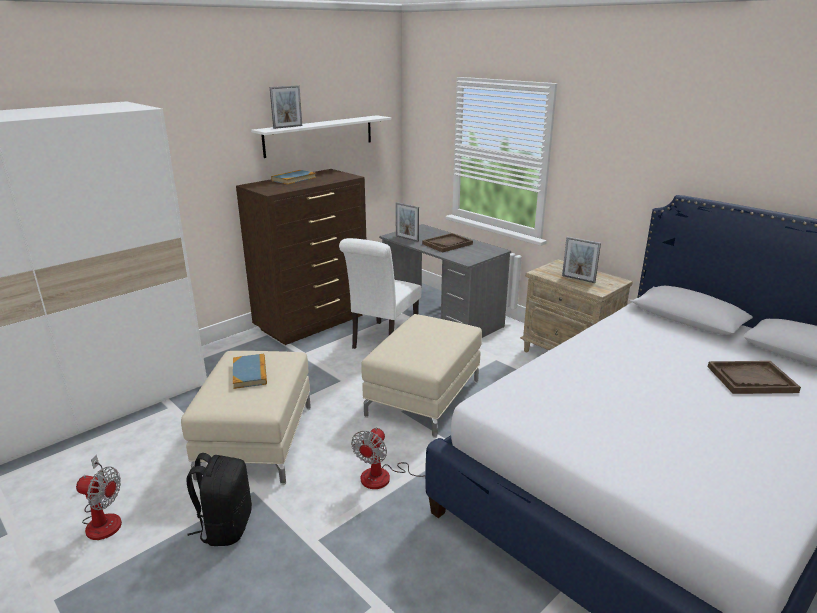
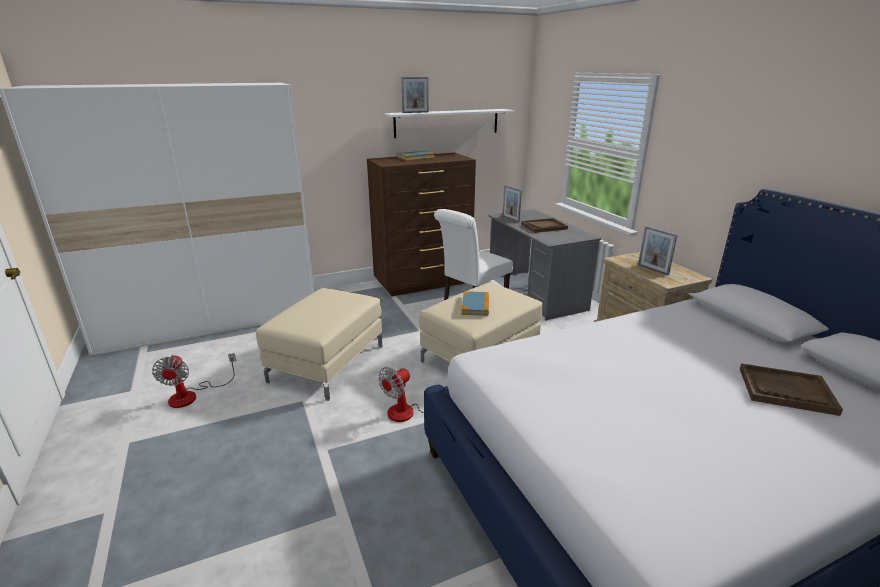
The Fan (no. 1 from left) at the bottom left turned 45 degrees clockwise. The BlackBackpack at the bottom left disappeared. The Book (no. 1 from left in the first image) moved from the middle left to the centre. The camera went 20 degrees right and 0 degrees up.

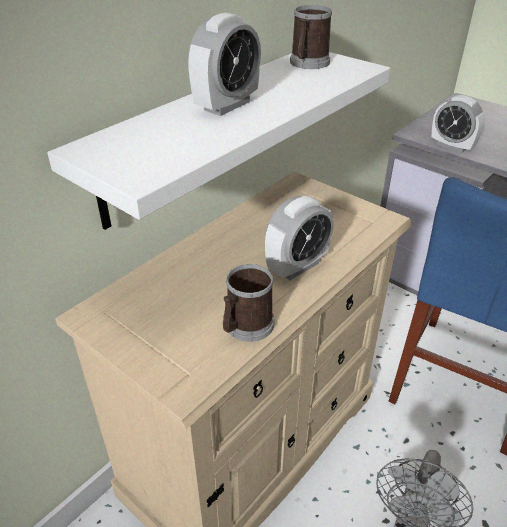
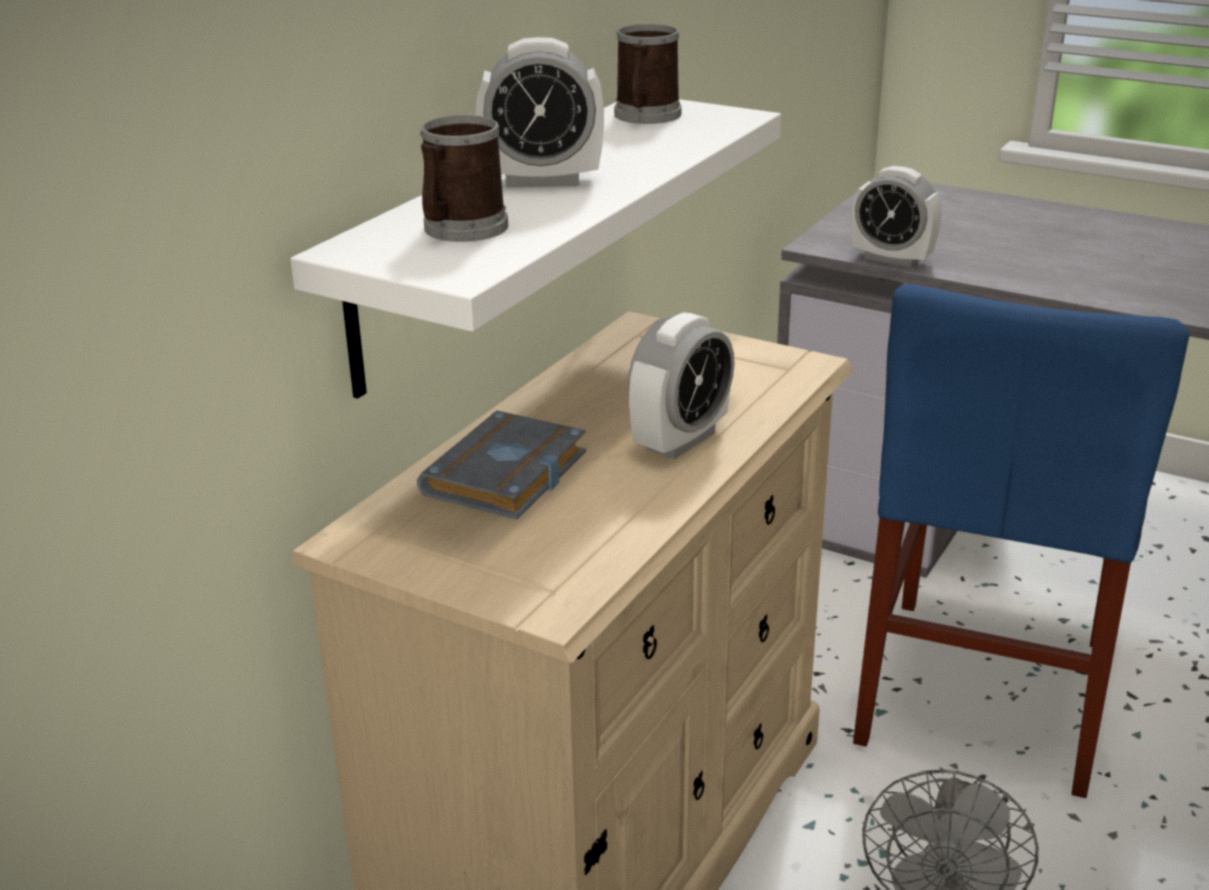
The AlarmClock (no. 1 from left) at the top centre turned 60 degrees clockwise. The Mug (no. 1 from left) moved from the centre to the top centre. The GreyBook at the centre appeared. The camera went 10 degrees left and 10 degrees down.

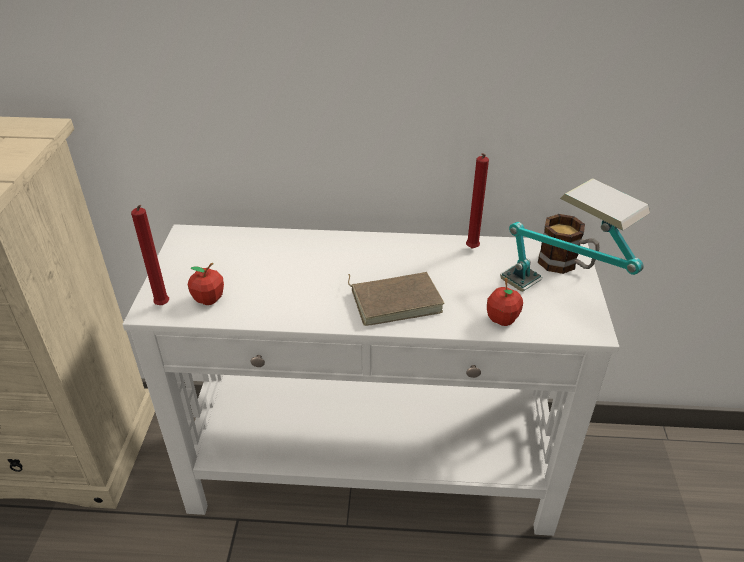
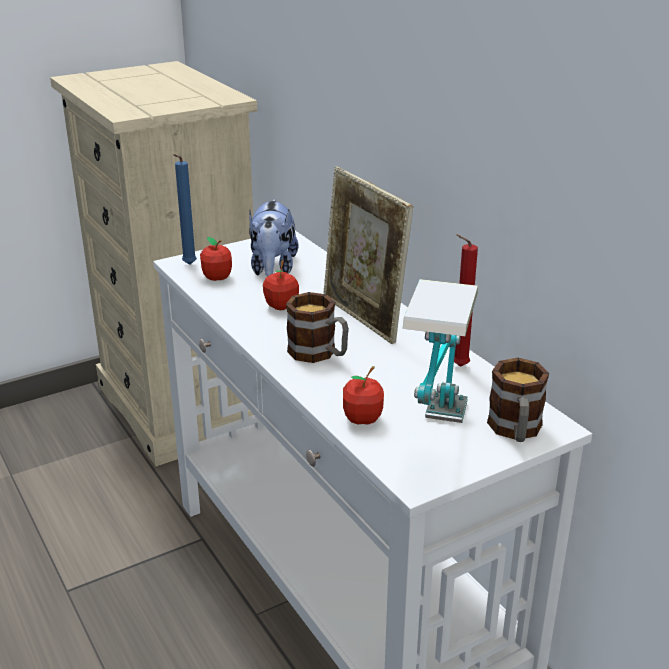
The RedCandle (no. 1 from left) at the middle left became the BlueCandle at the top left. The BrownBook at the centre was replaced by the Mug (no. 1 from left) at the centre. The PlushToy at the centre appeared. The Apple (no. 2 from left) at the centre appeared. The PictureFrame at the centre appeared. The camera went 55 degrees right and 10 degrees down.

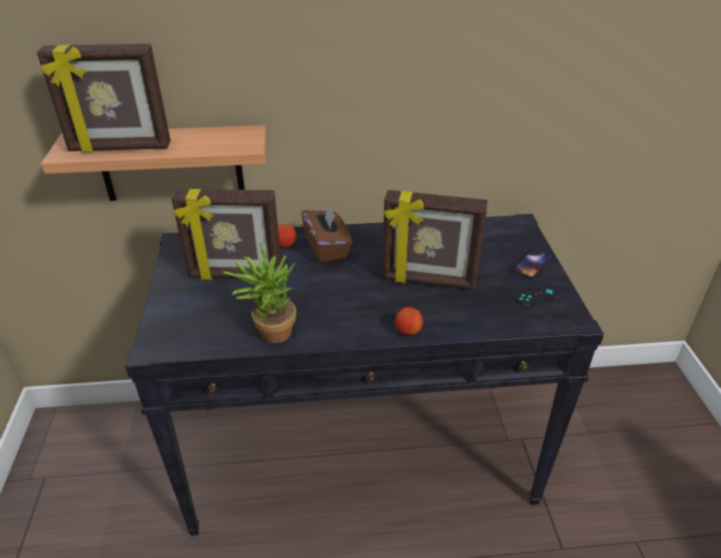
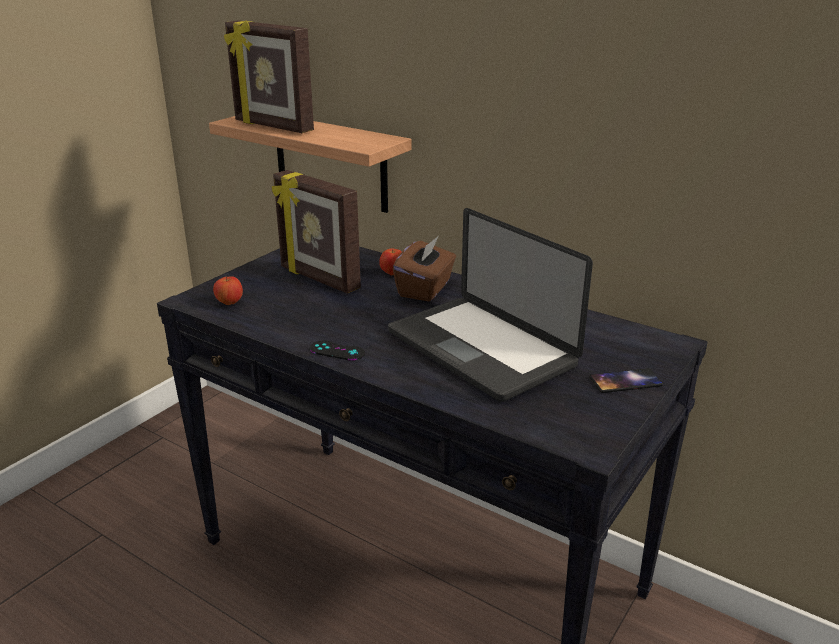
The PottedPlant at the centre disappeared. The PictureFrame (no. 3 from left) at the centre was replaced by the Laptop at the centre. The Apple (no. 2 from left in the first image) moved from the centre to the middle left. The BlackGameController moved from the middle right to the centre. The camera went 40 degrees right and 10 degrees down.

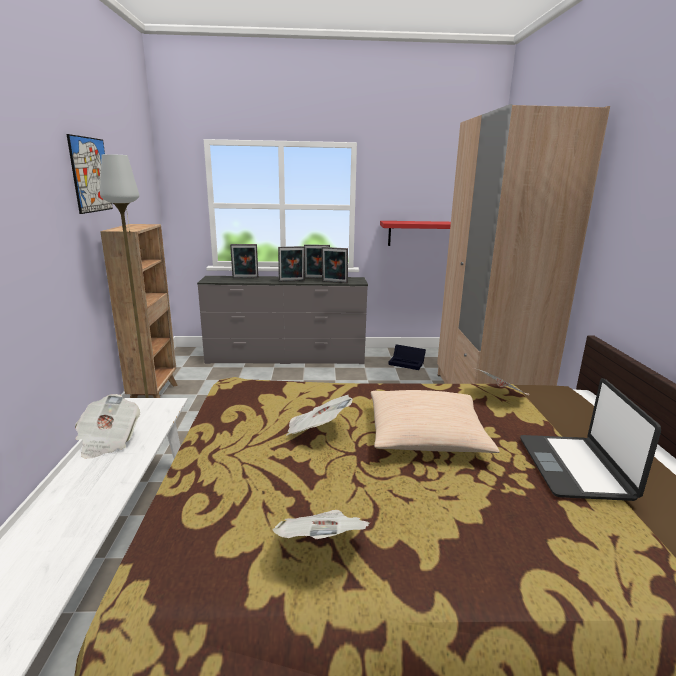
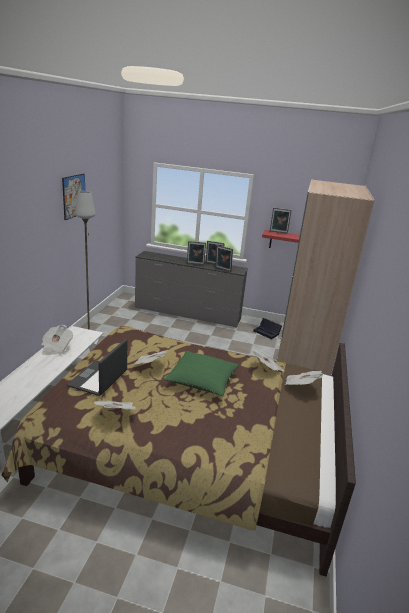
The BrownBookcase at the middle left disappeared. The PictureFrame (no. 1 from left in the first image) moved from the centre to the middle right. The BeigePillow at the centre became the GreenPillow at the centre. The Laptop moved from the middle right to the middle left. The Newspaper (no. 5 from left) at the middle right appeared. The camera went 15 degrees right and 5 degrees up.

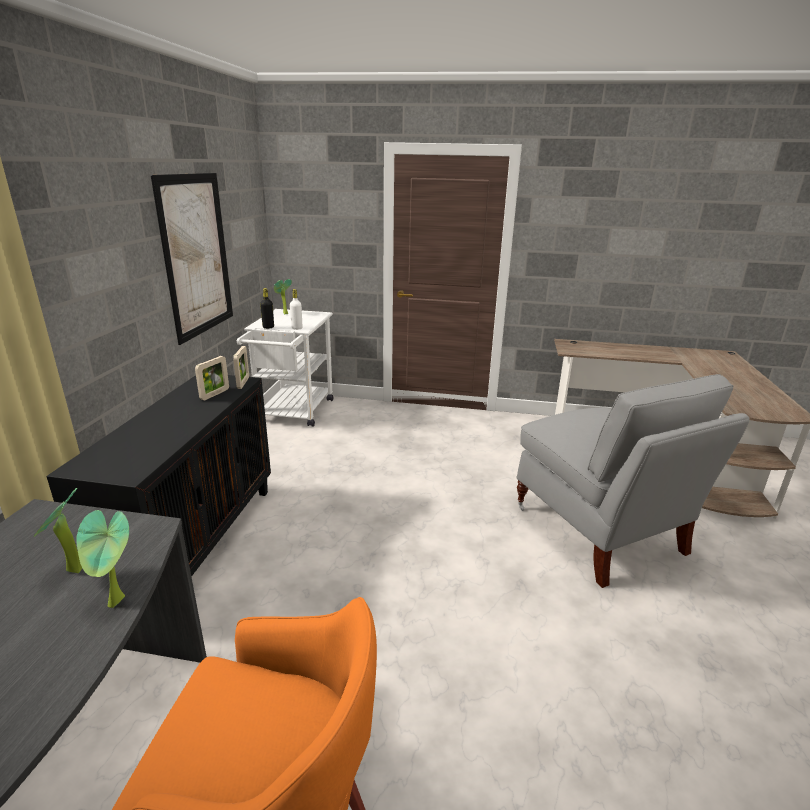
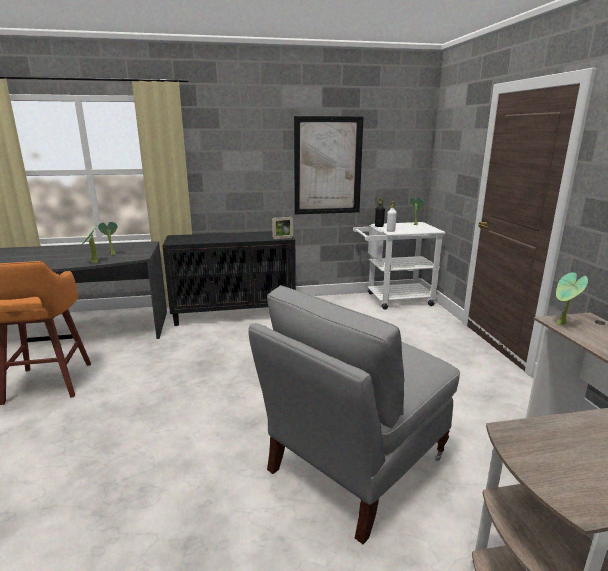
The PictureFrame (no. 1 from left) at the middle left disappeared. The PottedPlant (no. 4 from left) at the middle right appeared. The camera went 70 degrees right and 5 degrees down.

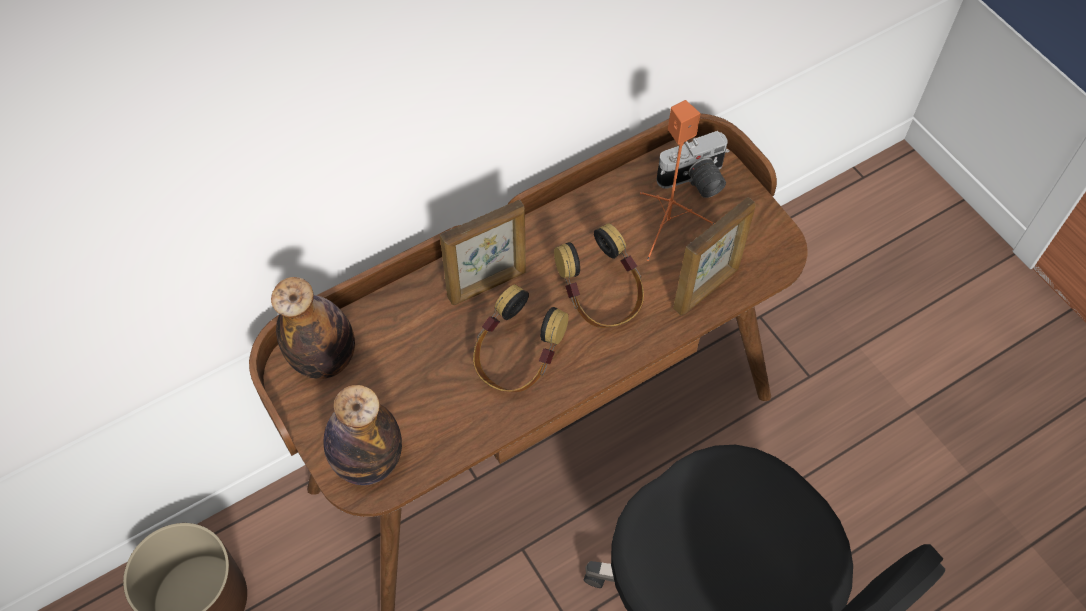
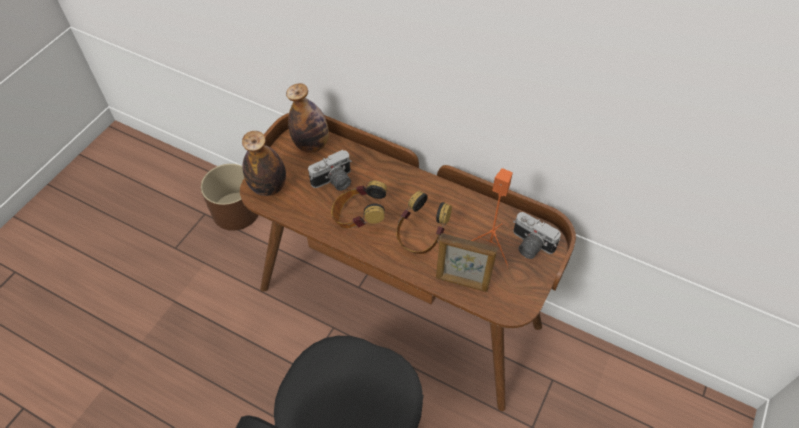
The PictureFrame (no. 1 from left) at the centre disappeared. The PhotoCamera (no. 1 from left) at the centre appeared. The camera went 60 degrees right and 5 degrees down.

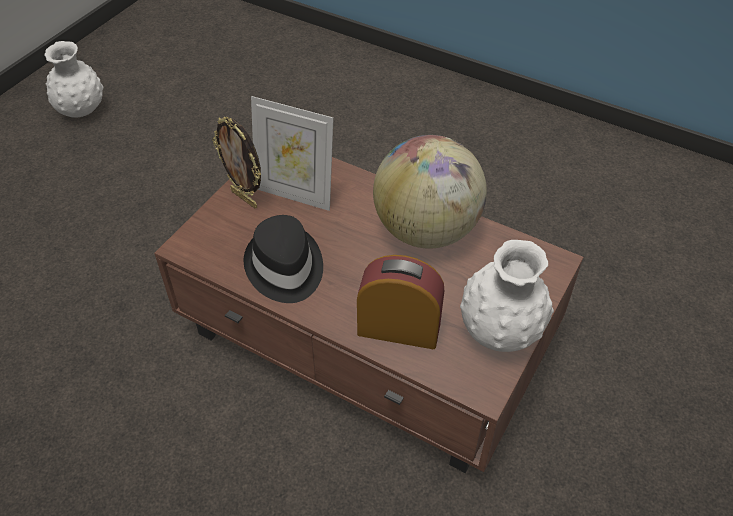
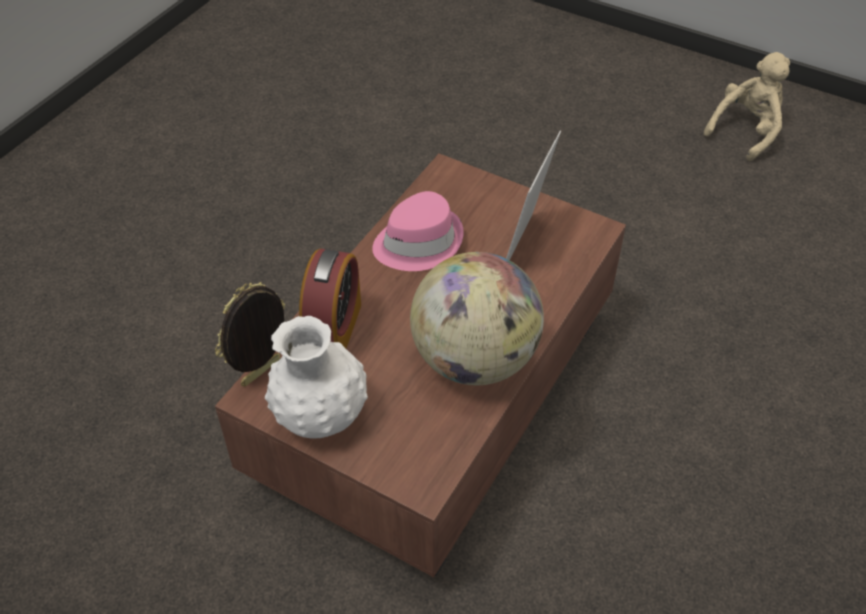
The WhiteVase (no. 1 from left) at the top left was replaced by the BeigePlushToy at the top right. The PictureFrame (no. 1 from left) moved from the top left to the middle left. The BlackHat at the centre became the PinkHat at the centre. The camera went 90 degrees right and 0 degrees up.

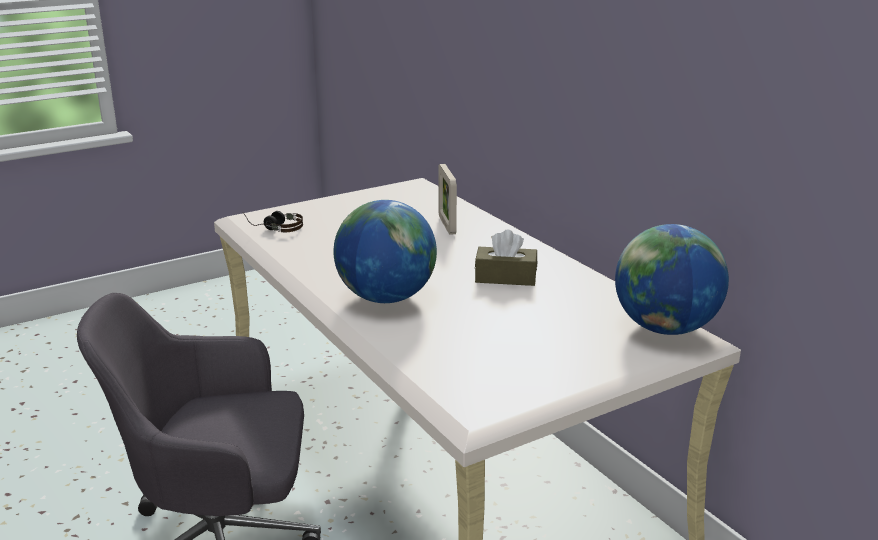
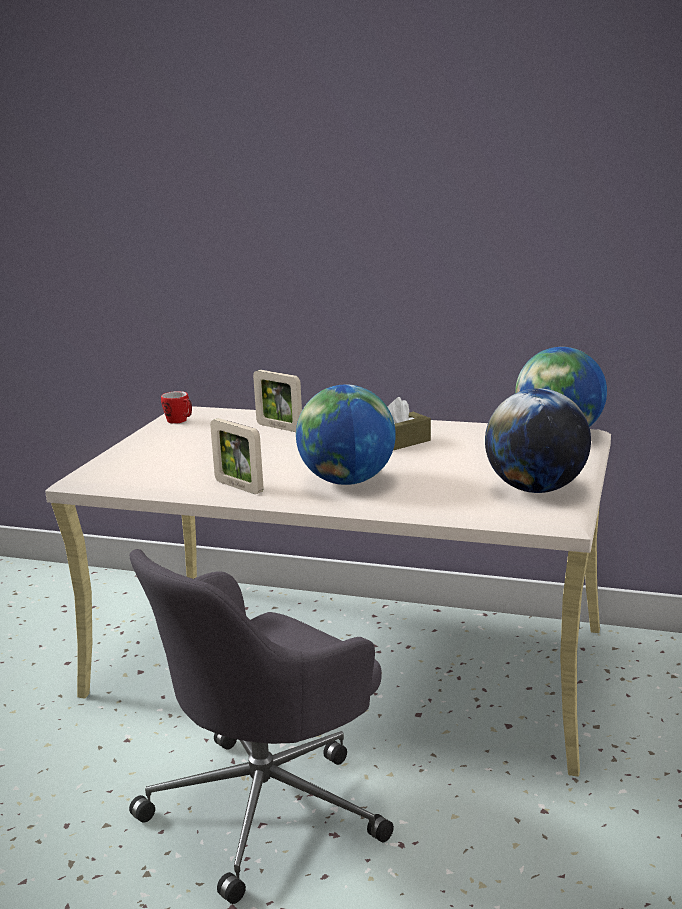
The Headphones at the middle left disappeared. The Mug at the middle left appeared. The PictureFrame (no. 1 from left) at the centre appeared. The Globe (no. 2 from left) at the middle right appeared. The camera went 40 degrees left and 5 degrees down.

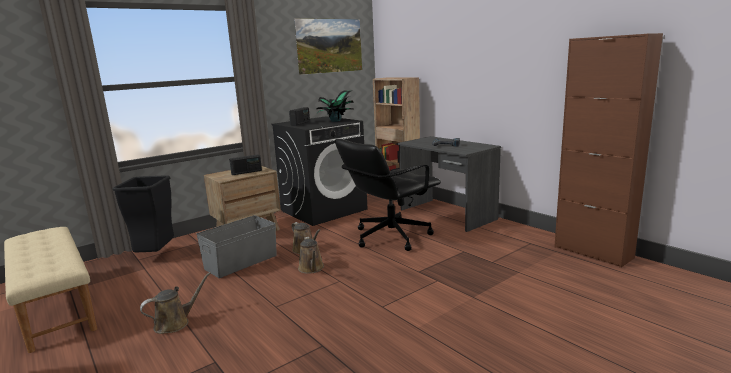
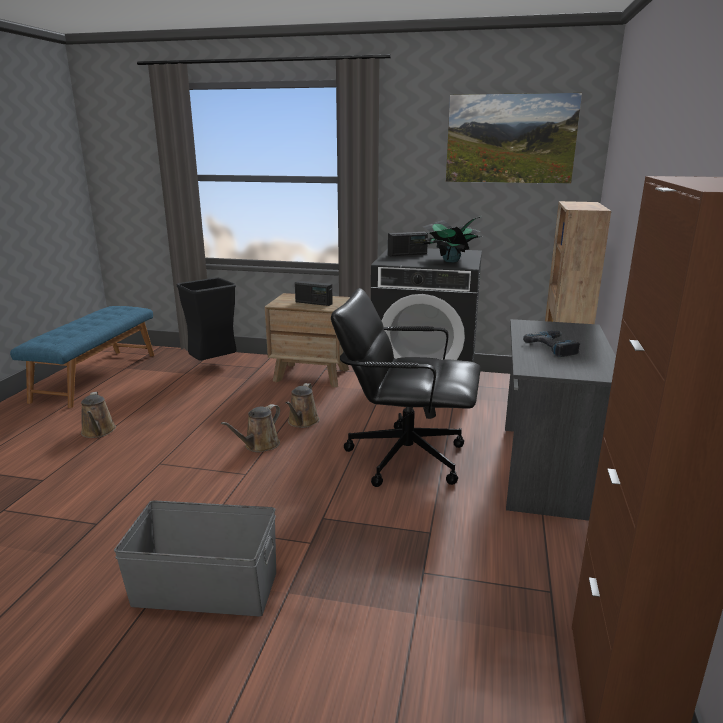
The BeigeBench at the bottom left became the BlueBench at the middle left. The BrownWateringCan (no. 1 from left) at the bottom left turned 60 degrees clockwise. The GreyStorageBox moved from the middle left to the bottom left. The camera went 50 degrees right and 5 degrees up.

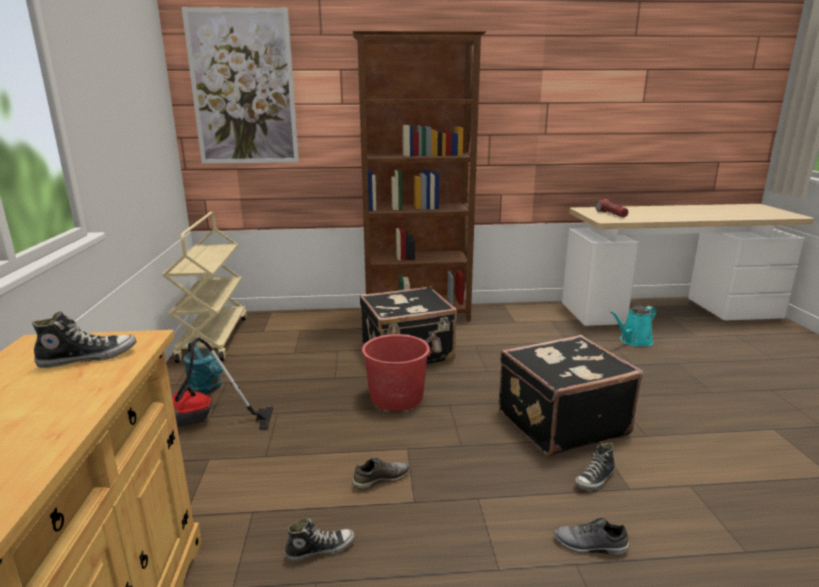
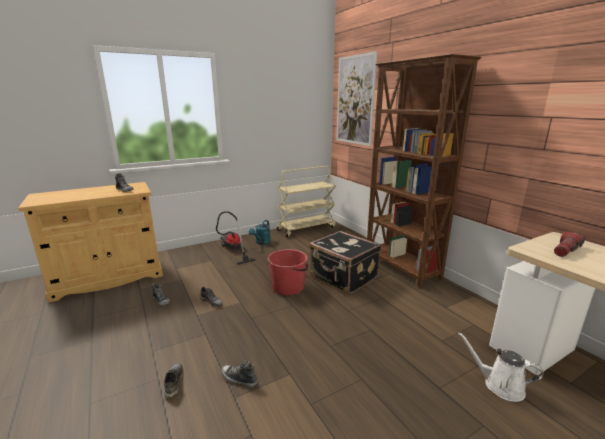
The BlackSuitcase (no. 2 from left) at the bottom right disappeared. The TurquoiseWateringCan (no. 2 from left) at the middle right became the WhiteWateringCan at the bottom right. The camera went 65 degrees right and 0 degrees up.

